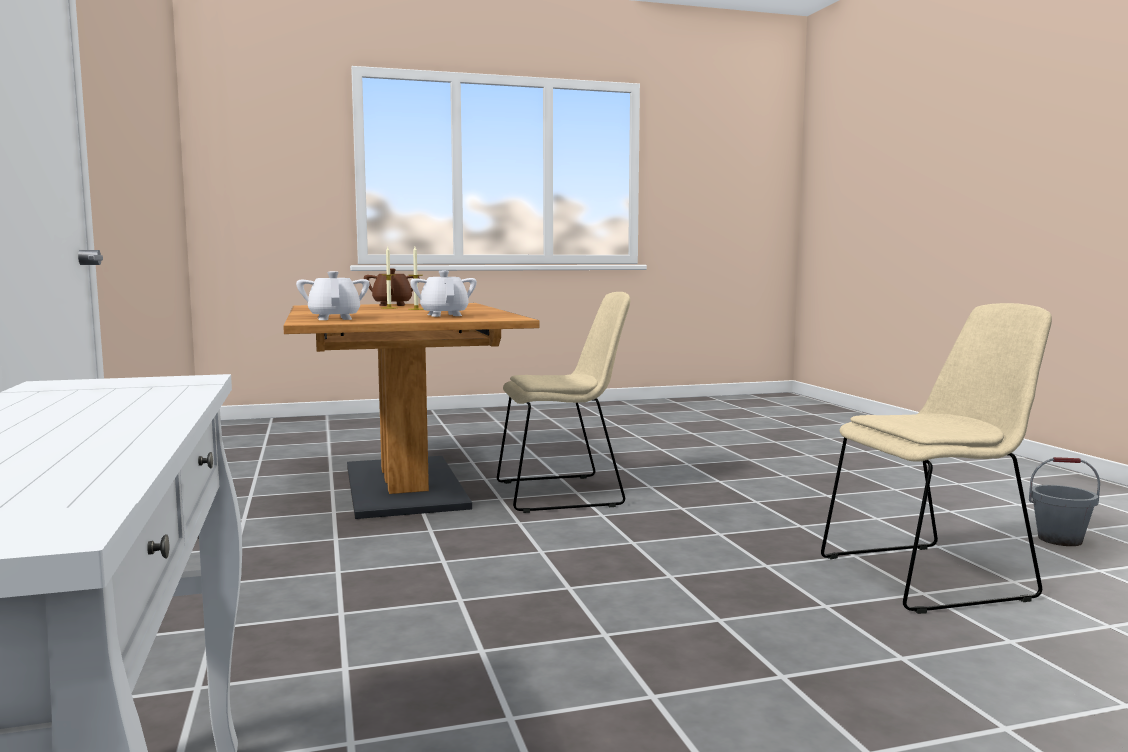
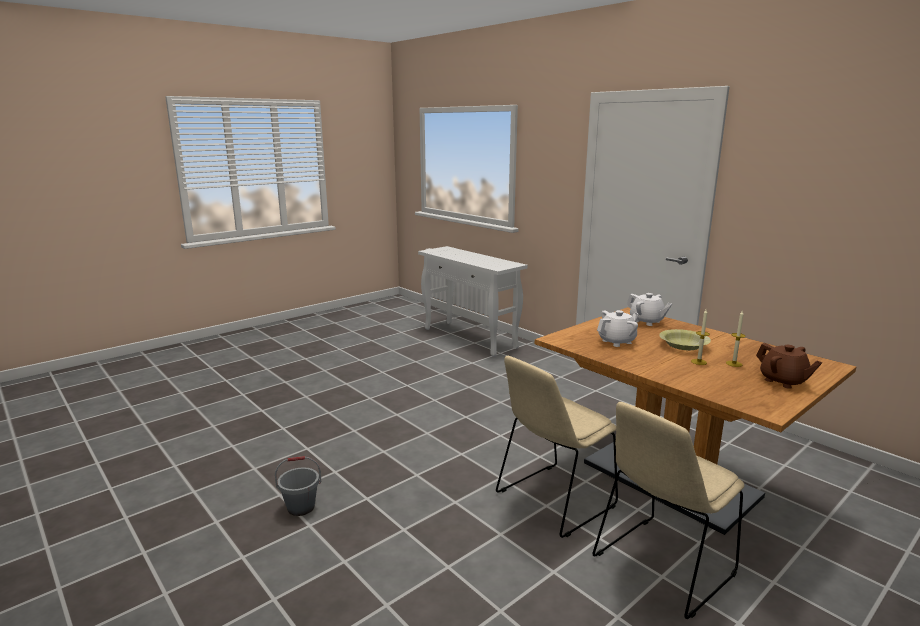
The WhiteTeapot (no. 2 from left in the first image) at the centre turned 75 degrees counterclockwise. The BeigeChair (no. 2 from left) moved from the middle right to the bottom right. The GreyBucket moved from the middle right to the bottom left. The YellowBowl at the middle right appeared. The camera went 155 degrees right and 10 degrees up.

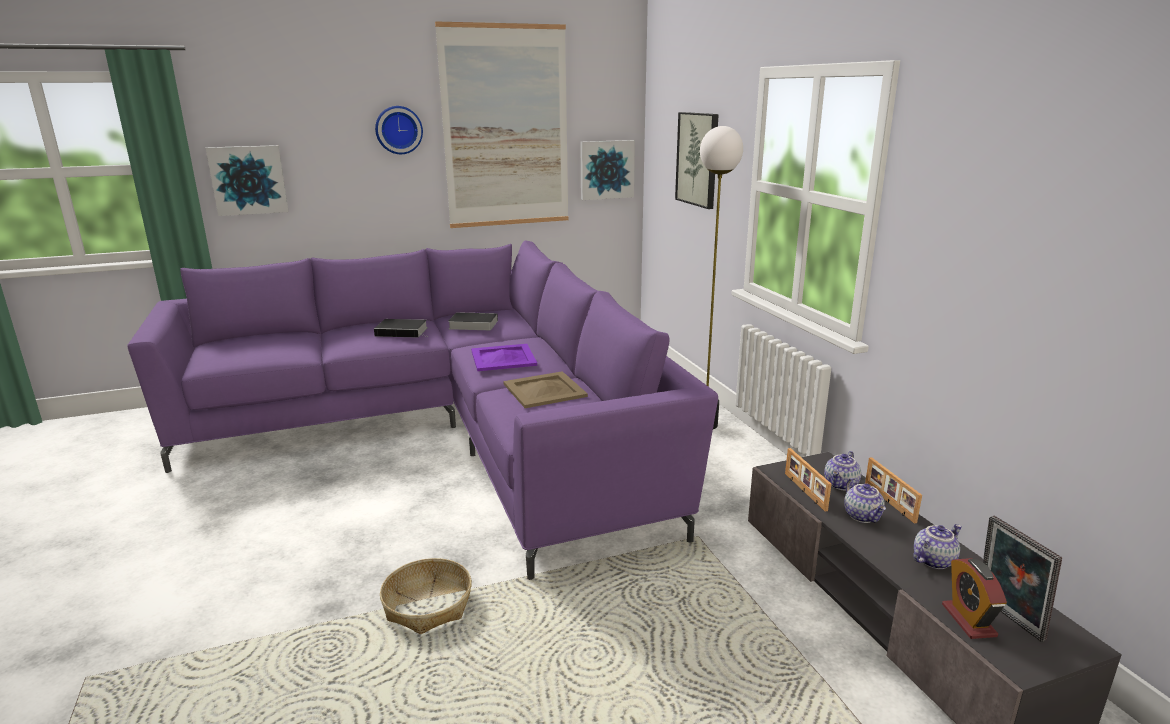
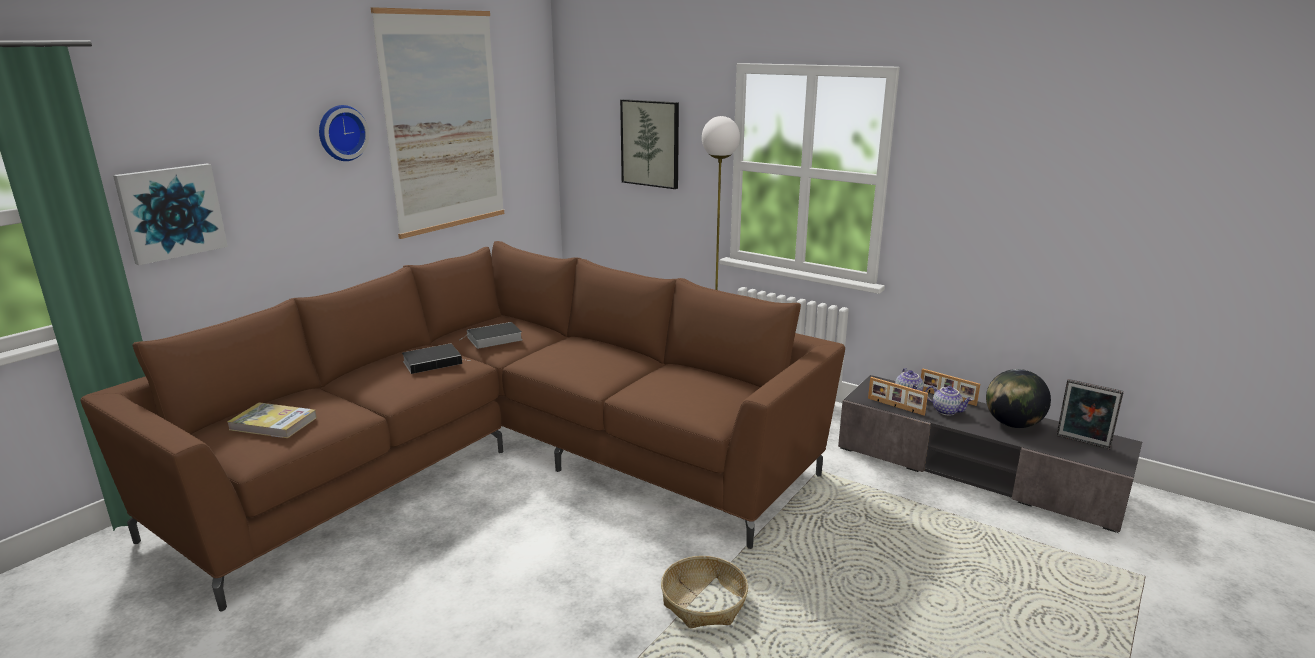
The PurpleSofa at the centre became the BrownSofa at the centre. The PurpleTray at the centre disappeared. The BeigeTray at the centre disappeared. The Picture (no. 3 from left) at the top centre disappeared. The Teapot (no. 3 from left) at the bottom right was replaced by the Globe at the middle right. The AlarmClock at the bottom right disappeared. The Book (no. 1 from left) at the middle left appeared. The camera went 35 degrees left and 0 degrees up.

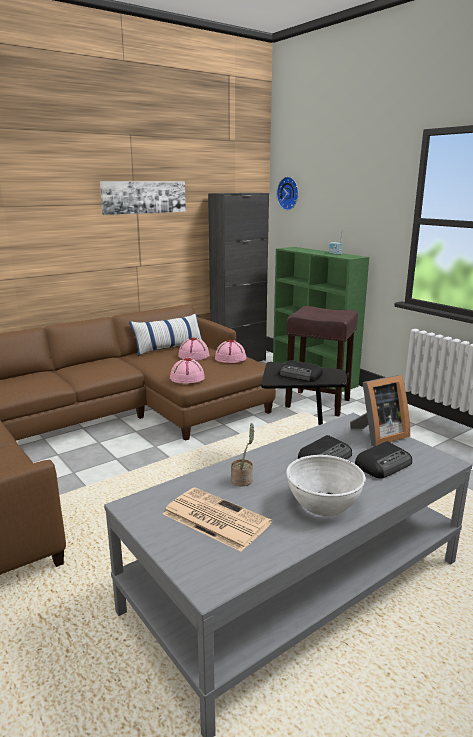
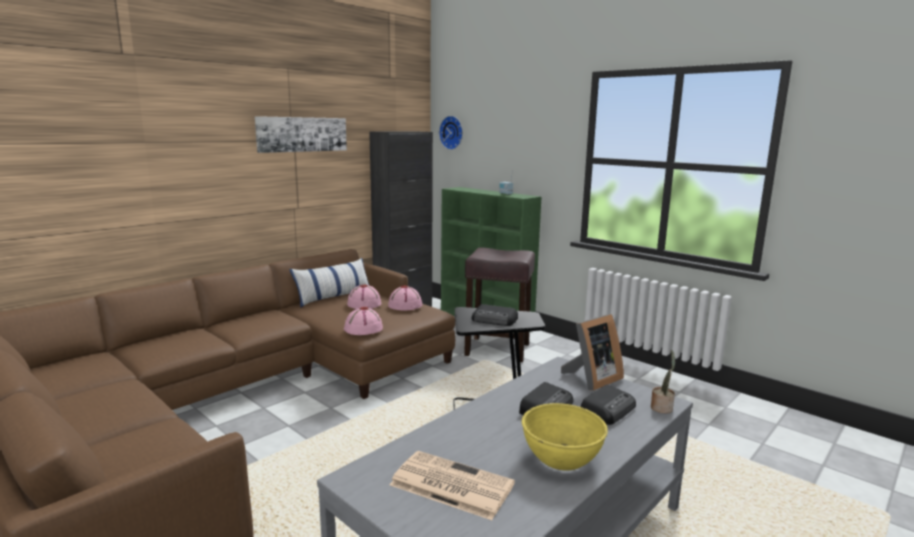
The PottedPlant moved from the centre to the bottom right. The WhiteBowl at the middle right became the YellowBowl at the bottom centre. The camera went 10 degrees left and 5 degrees down.

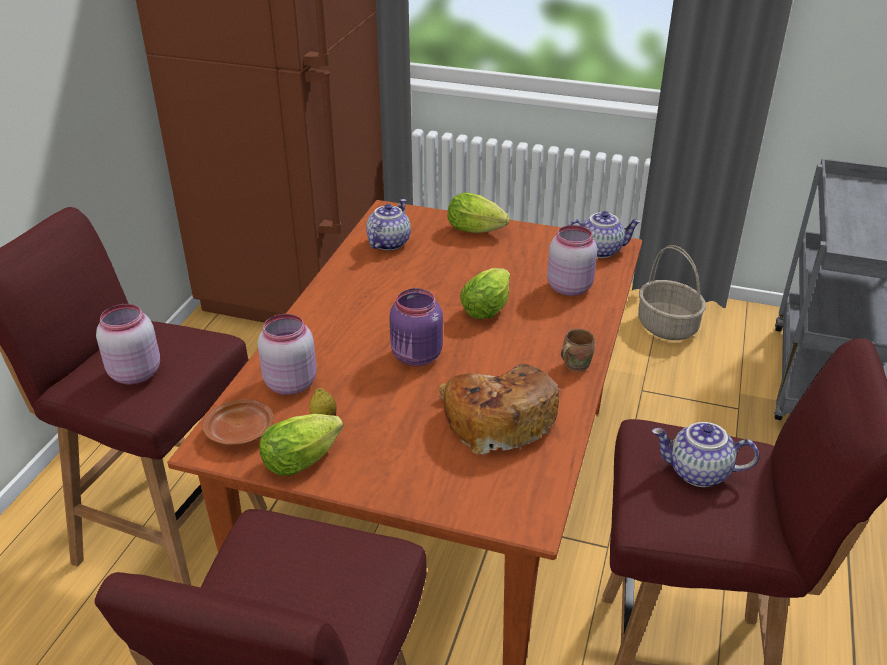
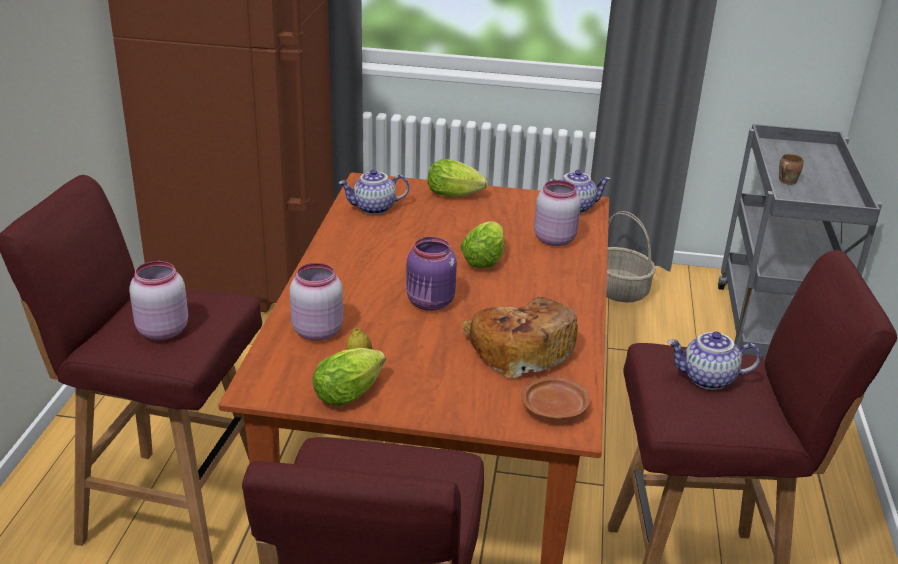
The BrownPlate moved from the middle left to the bottom centre. The Teapot (no. 1 from left) at the centre turned 120 degrees counterclockwise. The BrownMug moved from the centre to the top right. The camera went 10 degrees left and 5 degrees down.

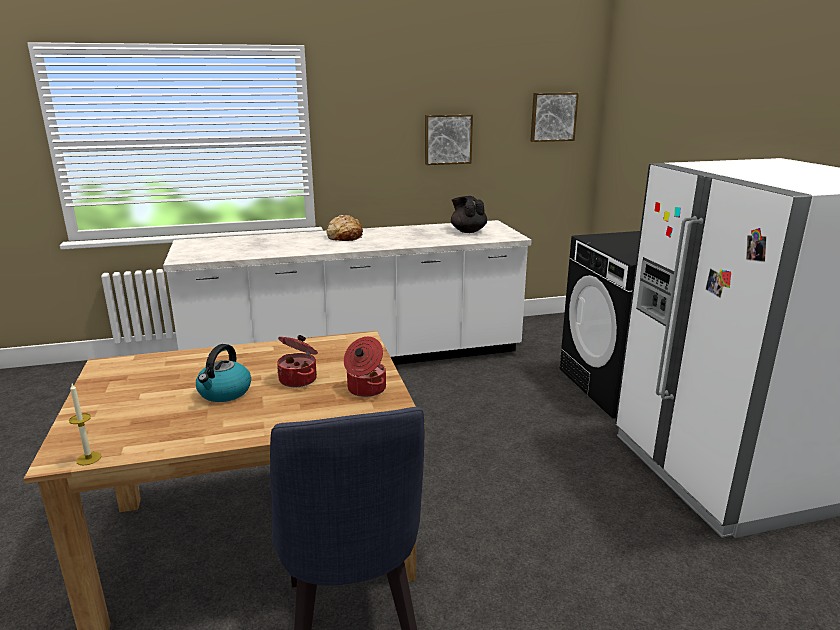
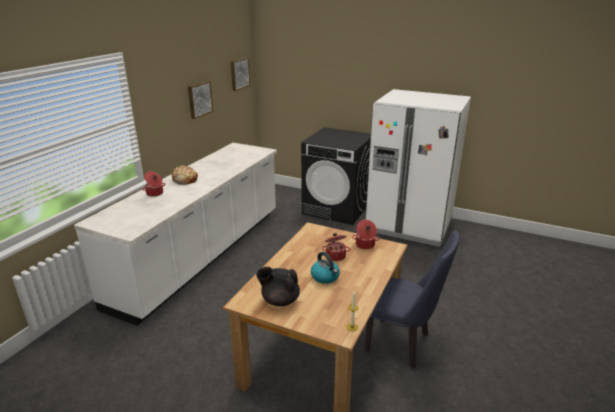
The BlackTeapot moved from the centre to the bottom centre. The CookingPot (no. 1 from left) at the middle left appeared. The camera went 50 degrees left and 5 degrees up.

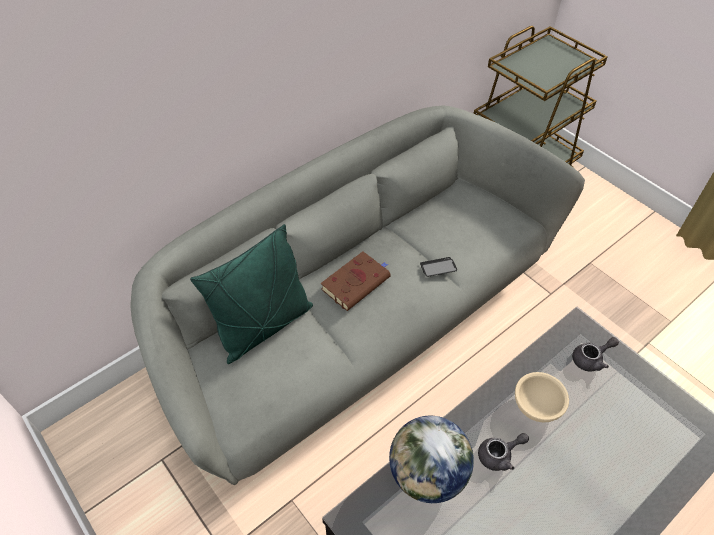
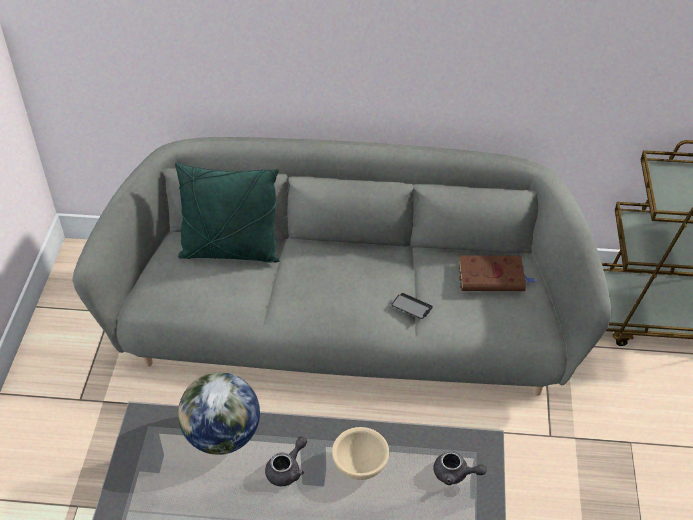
The BrownBook moved from the centre to the middle right. The GreyTeapot (no. 1 from left) at the bottom right turned 75 degrees counterclockwise. The camera went 45 degrees right and 5 degrees down.

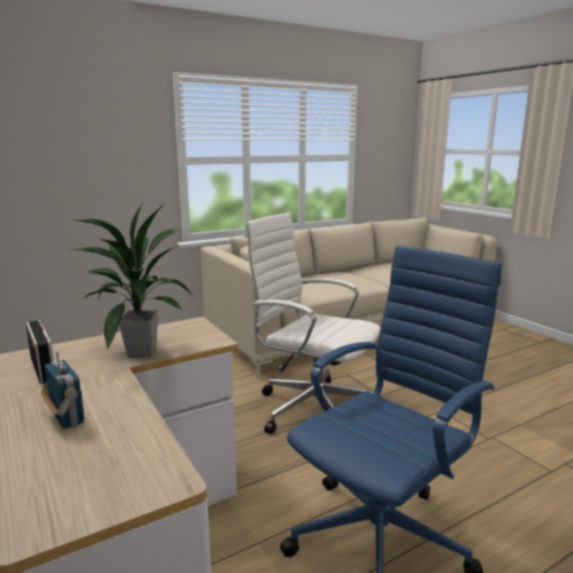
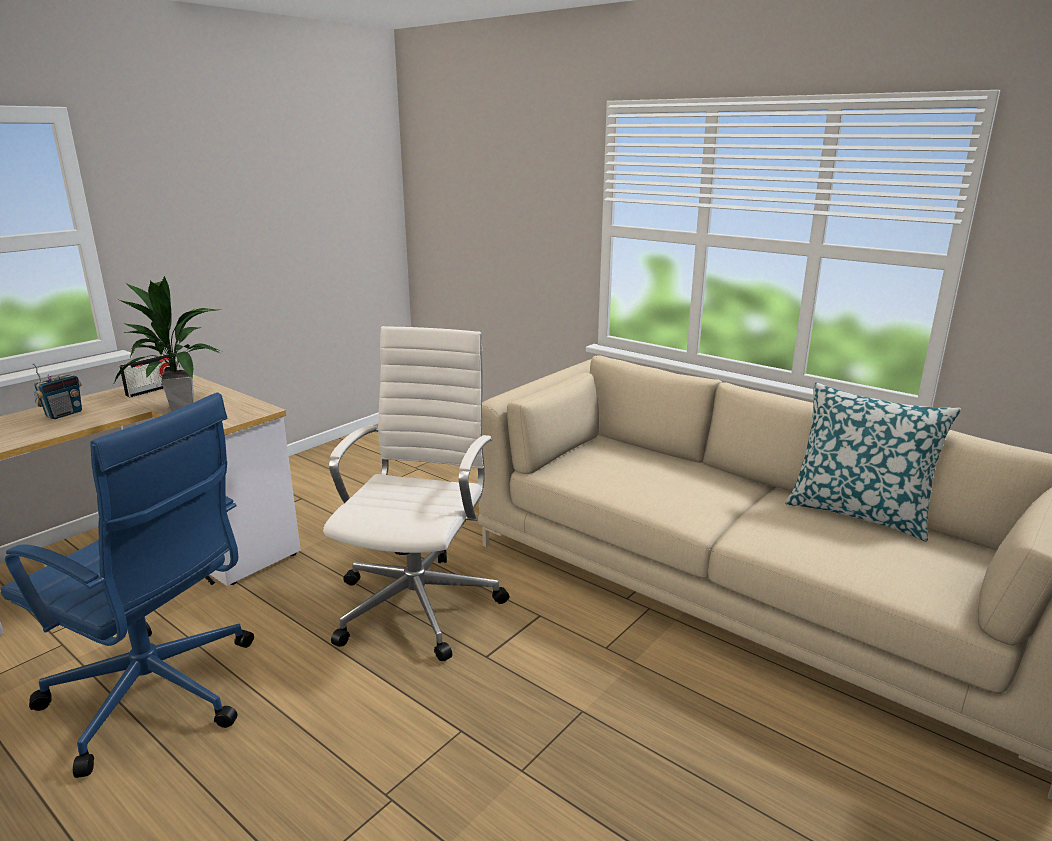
The Pillow at the middle right appeared. The camera went 70 degrees right and 5 degrees up.

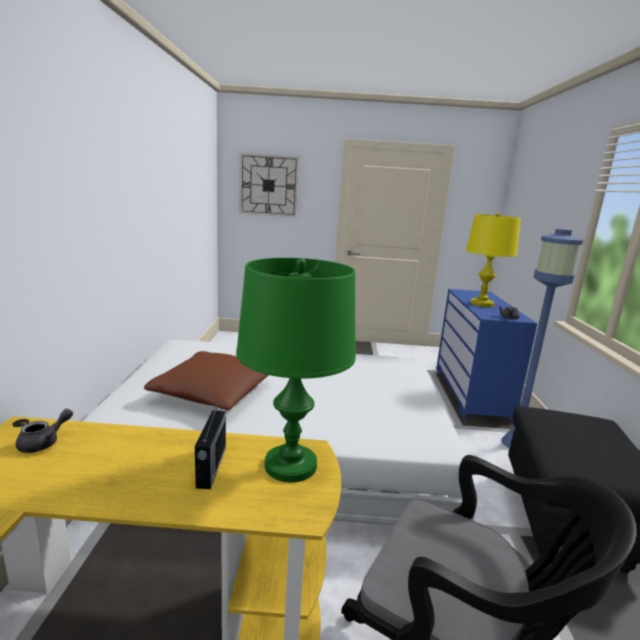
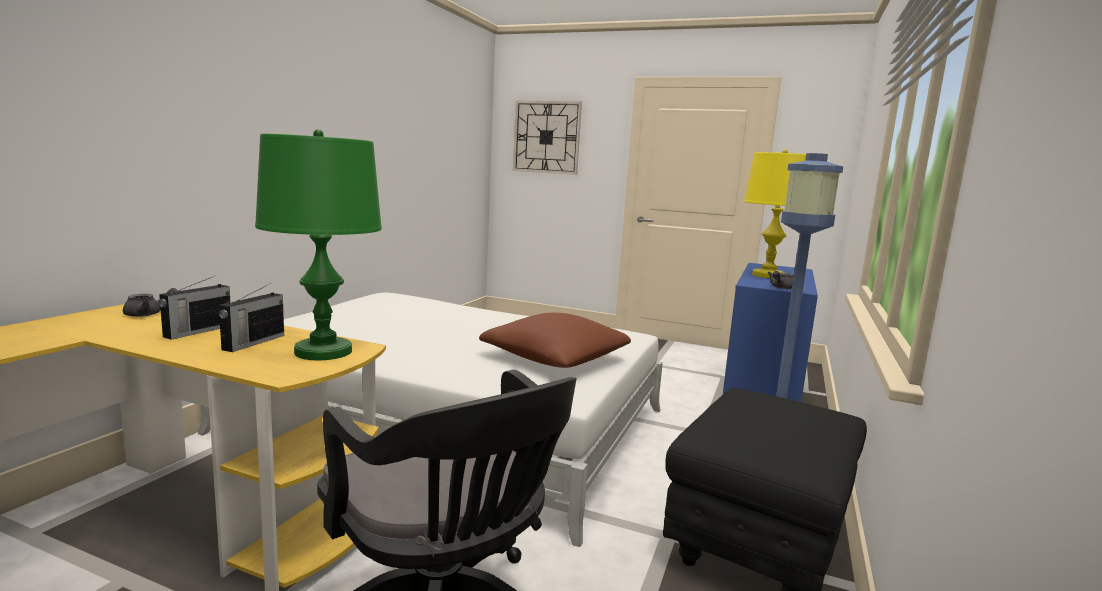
The BrownPillow moved from the middle left to the centre. The Radio (no. 1 from left) at the middle left appeared. The camera went 20 degrees right and 5 degrees down.

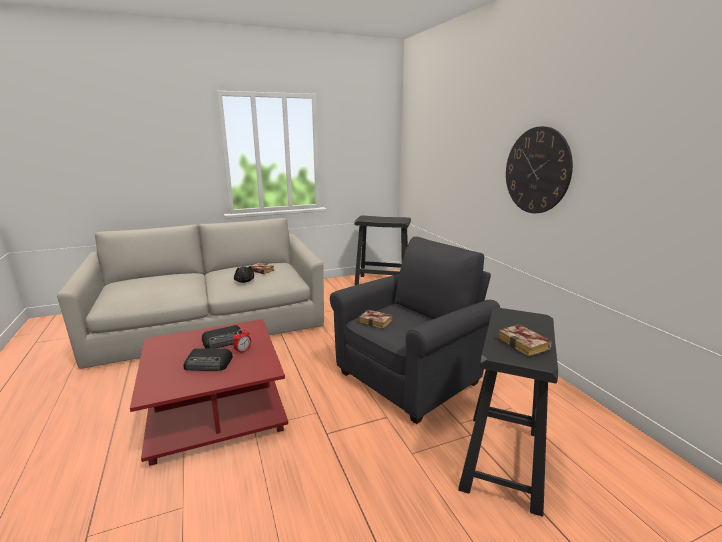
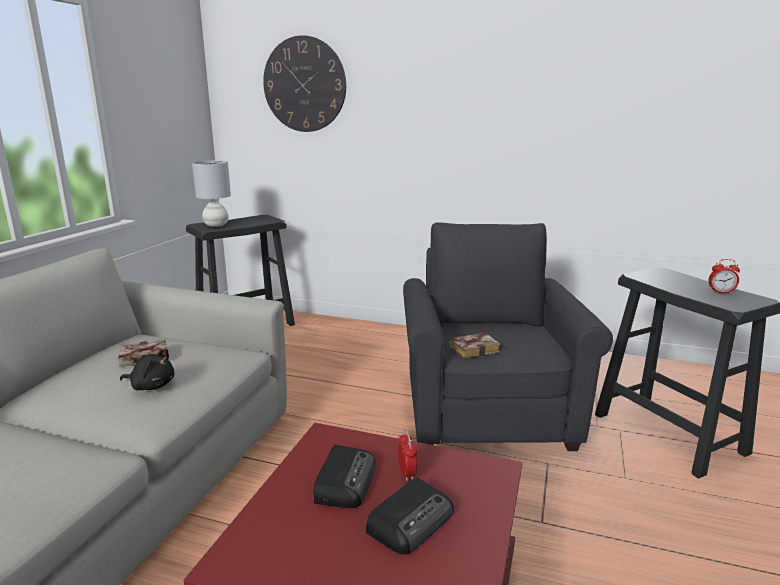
The Book (no. 3 from left) at the middle right was replaced by the AlarmClock (no. 2 from left) at the middle right. The WallClock moved from the top right to the top centre. The GreyTableLamp at the top left appeared. The camera went 50 degrees left and 0 degrees up.

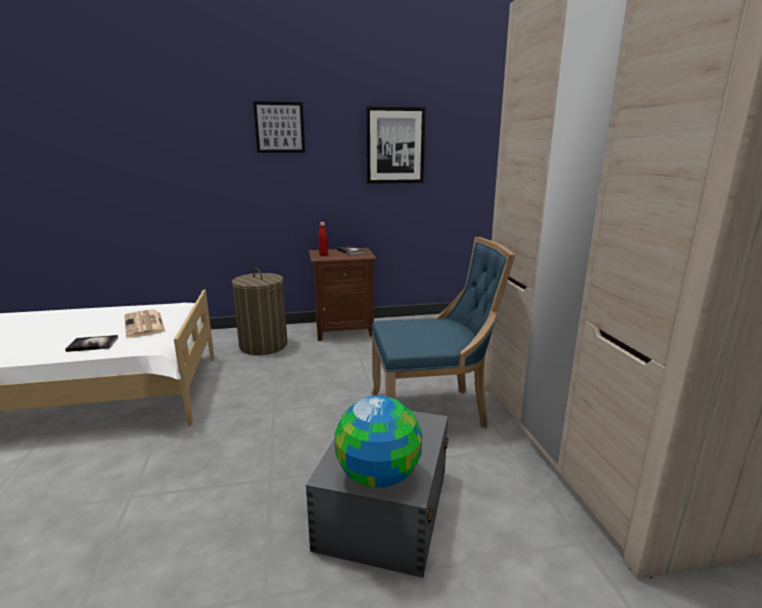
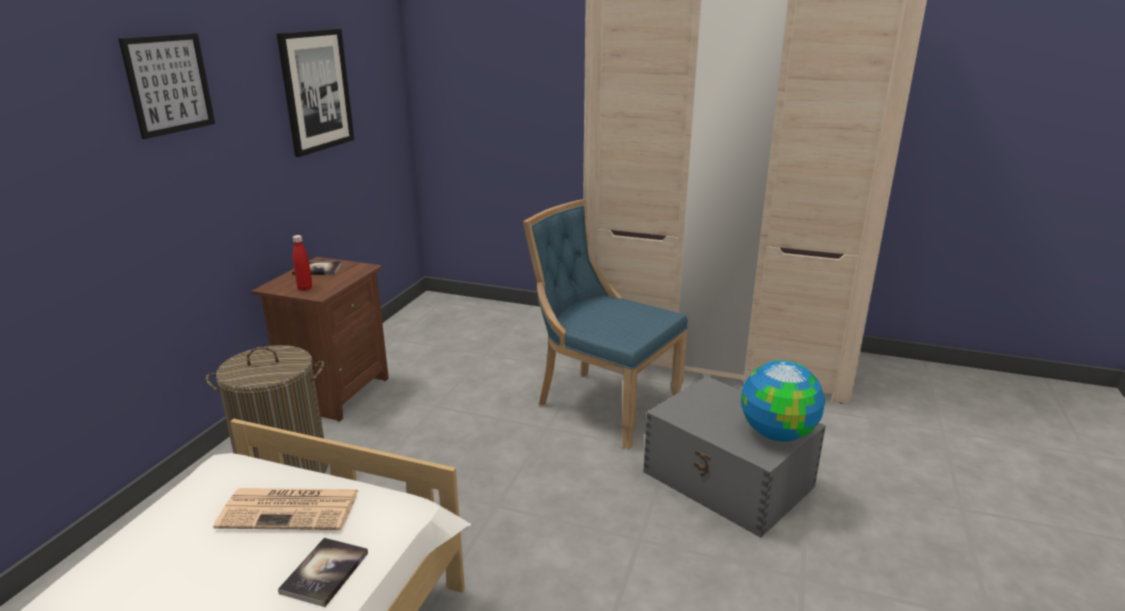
The BlueChair at the centre turned 75 degrees counterclockwise. The camera went 60 degrees left and 5 degrees up.

